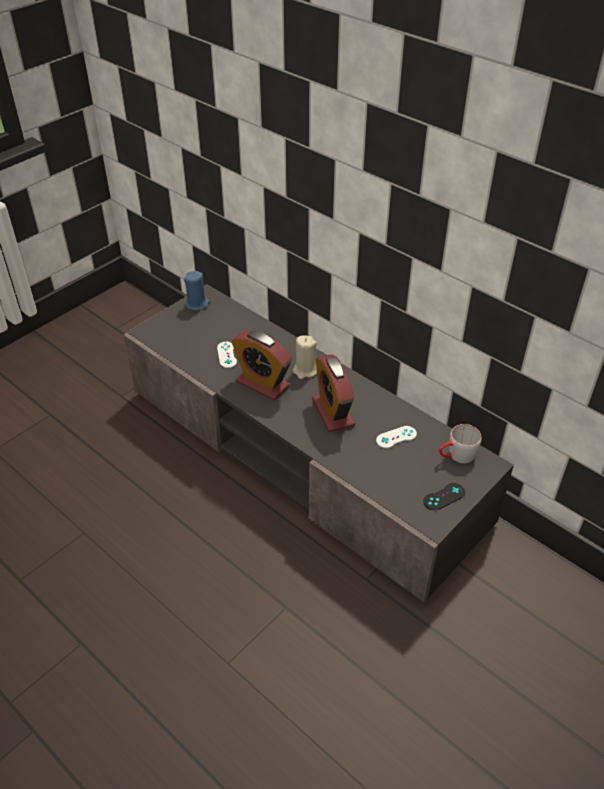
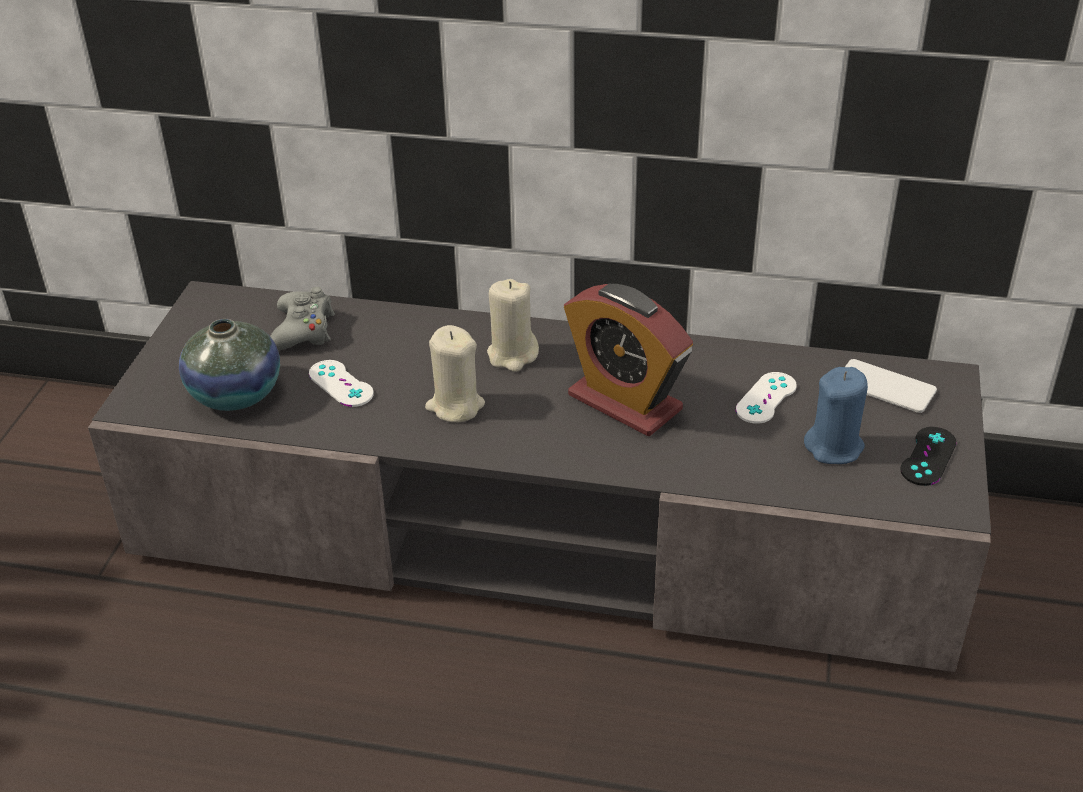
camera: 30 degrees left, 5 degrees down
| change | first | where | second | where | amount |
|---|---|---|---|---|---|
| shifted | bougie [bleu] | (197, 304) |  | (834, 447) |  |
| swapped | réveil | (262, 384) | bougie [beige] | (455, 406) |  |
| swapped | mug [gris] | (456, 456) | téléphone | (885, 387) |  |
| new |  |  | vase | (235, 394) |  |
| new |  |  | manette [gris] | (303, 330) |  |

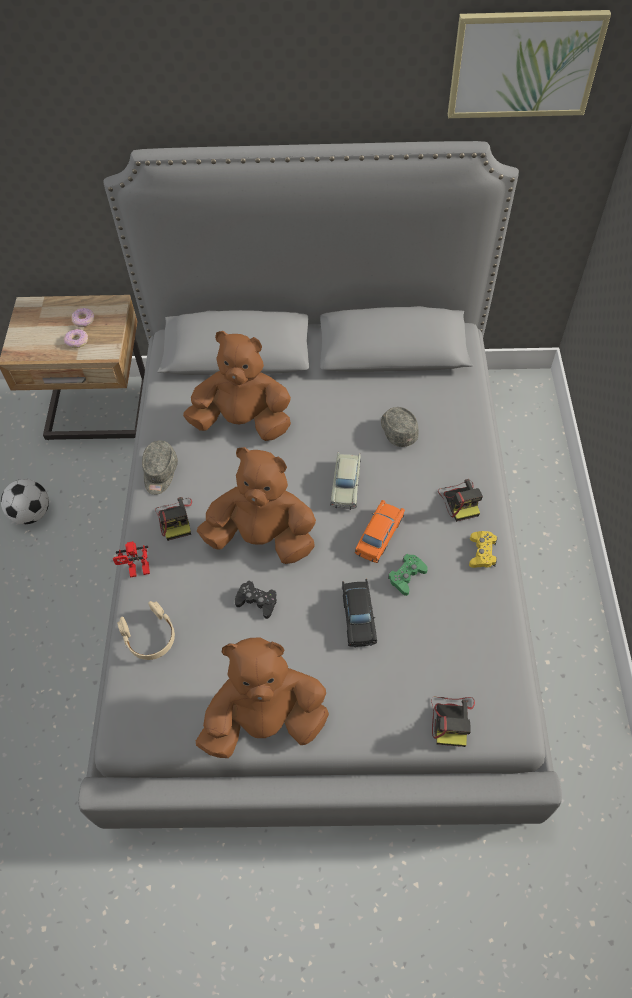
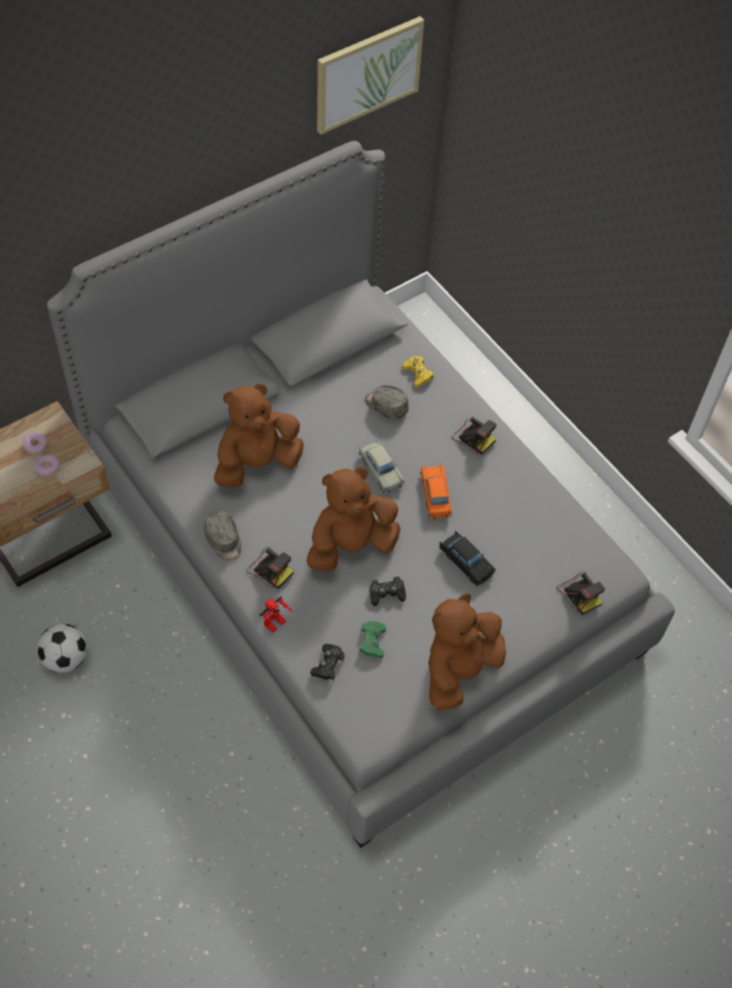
camera: 40 degrees left, 0 degrees up
| change | first | where | second | where | amount |
|---|---|---|---|---|---|
| swapped | casque audio [beige] | (150, 636) | manette [noir] | (327, 664) |  |
| shifted | manette [vert] | (406, 576) |  | (372, 642) |  |
| shifted | manette [jaune] | (482, 552) |  | (417, 374) |  |

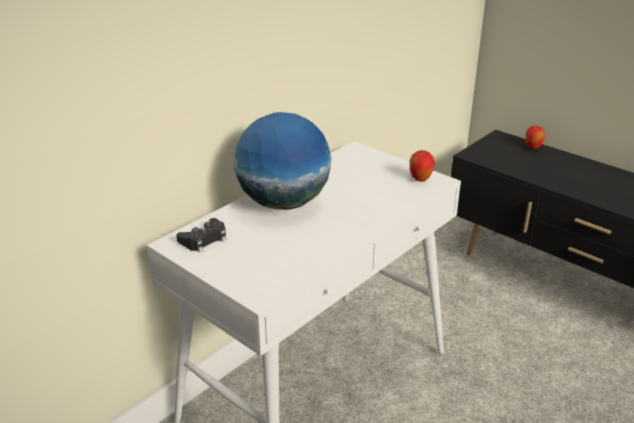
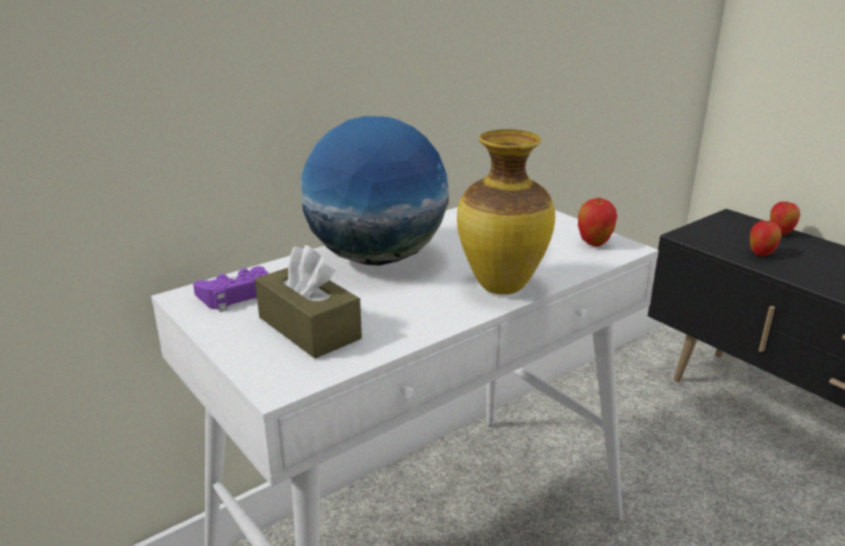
camera: 10 degrees right, 5 degrees down
| change | first | where | second | where | amount |
|---|---|---|---|---|---|
| repainted | manette [noir] | (204, 240) | manette [violet] | (237, 296) |  |
| new |  |  | boîte à mouchoirs [marron] | (309, 328) |  |
| new |  |  | vase | (500, 286) |  |
| new |  |  | pomme | (761, 254) |  |

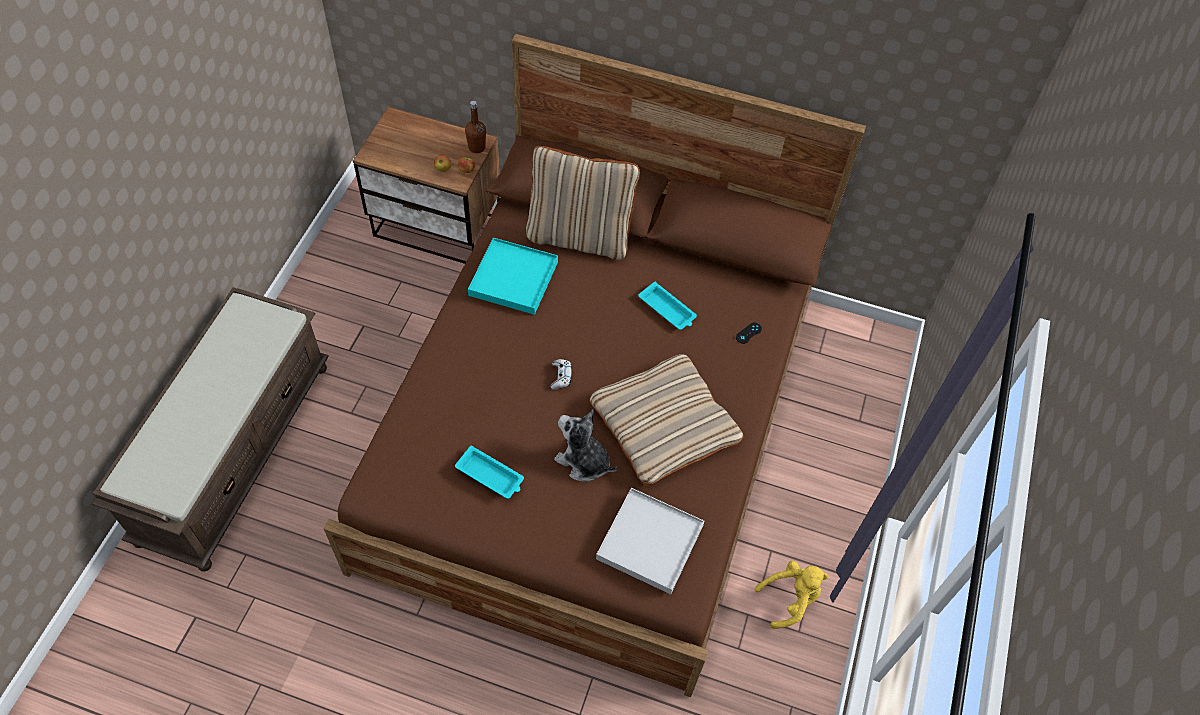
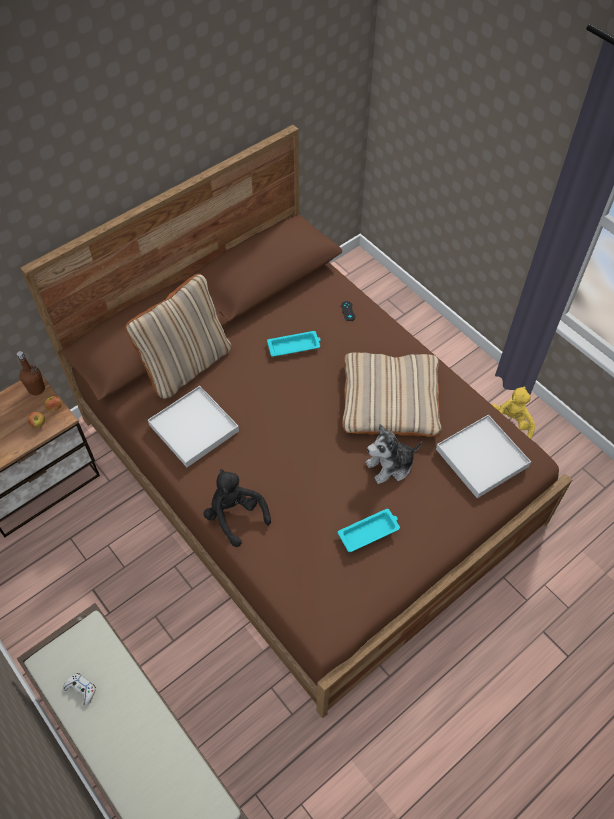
camera: 55 degrees left, 0 degrees up
| change | first | where | second | where | amount |
|---|---|---|---|---|---|
| repainted | plateau [turquoise] | (514, 278) | plateau [blanc] | (194, 428) |  |
| shifted | manette [blanc] | (561, 376) |  | (81, 689) |  |
| new |  |  | peluche [noir] | (235, 515) |  |

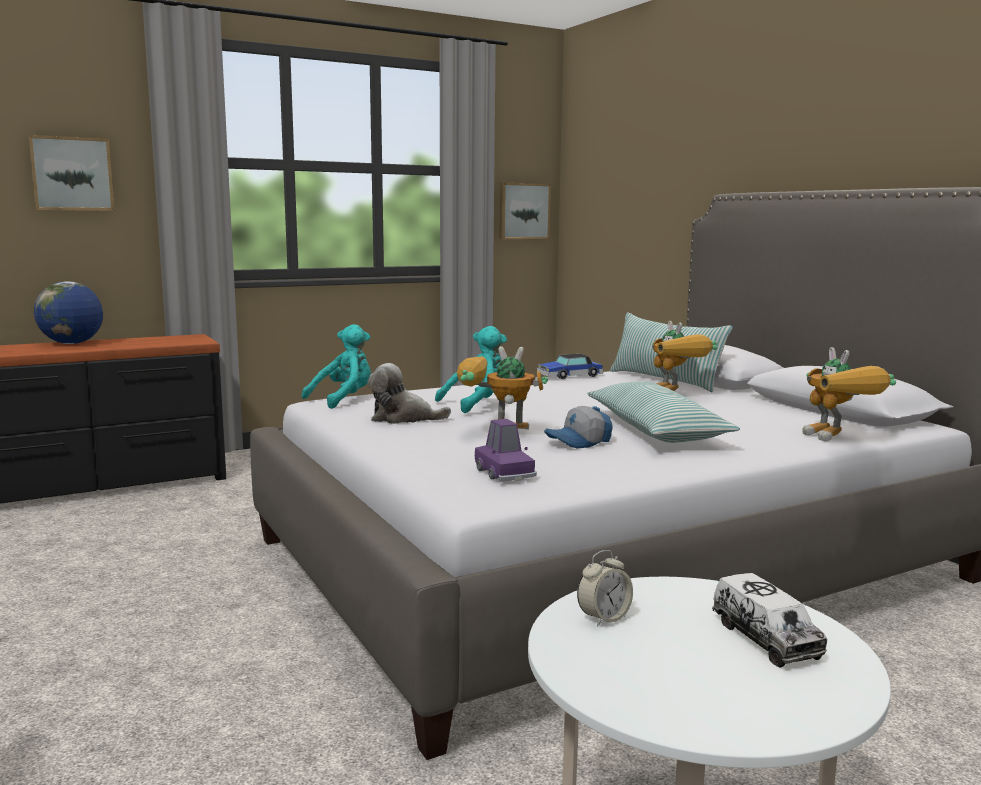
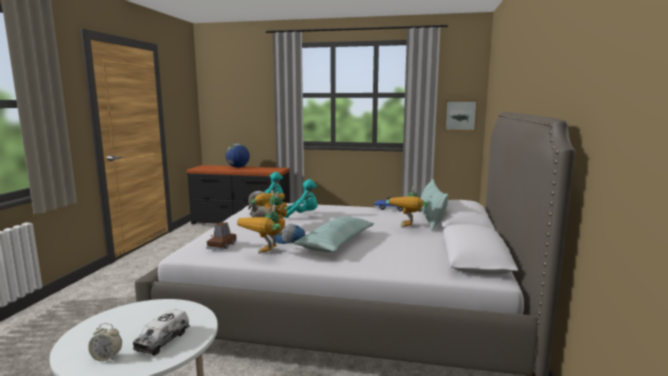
camera: 40 degrees right, 0 degrees up
| change | first | where | second | where | amount |
|---|---|---|---|---|---|
| gone | tableau | (72, 174) |  |  |  |
| repainted | petite voiture [violet] | (504, 473) | petite voiture [marron] | (222, 246) |  |
| shifted | réveil | (604, 618) |  | (107, 357) |  |
| shifted | robot jouet | (838, 439) |  | (267, 254) |  |

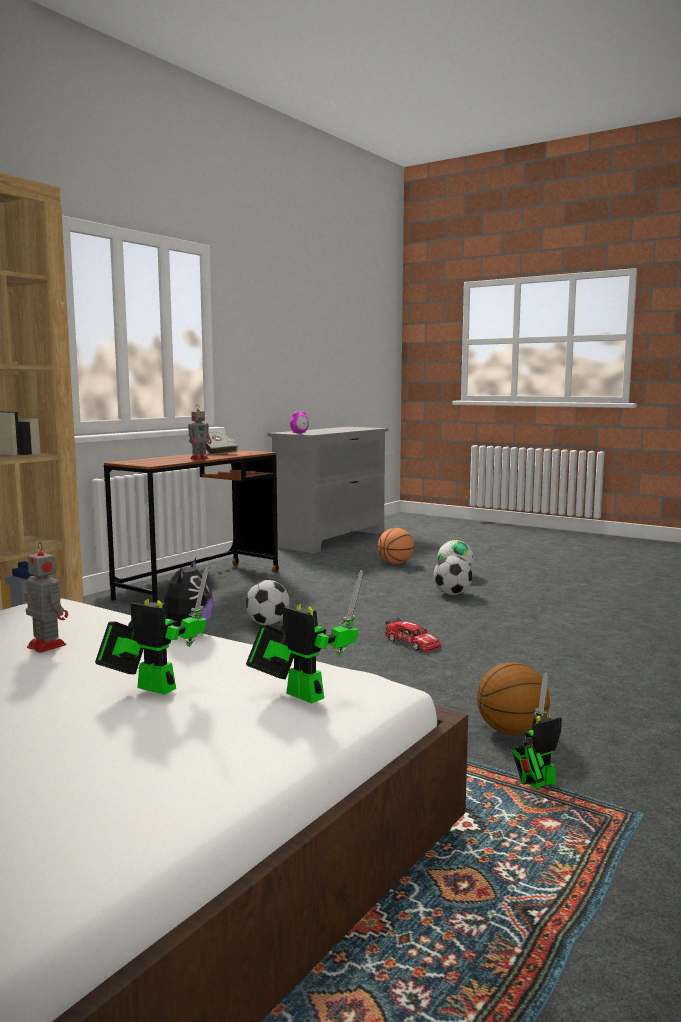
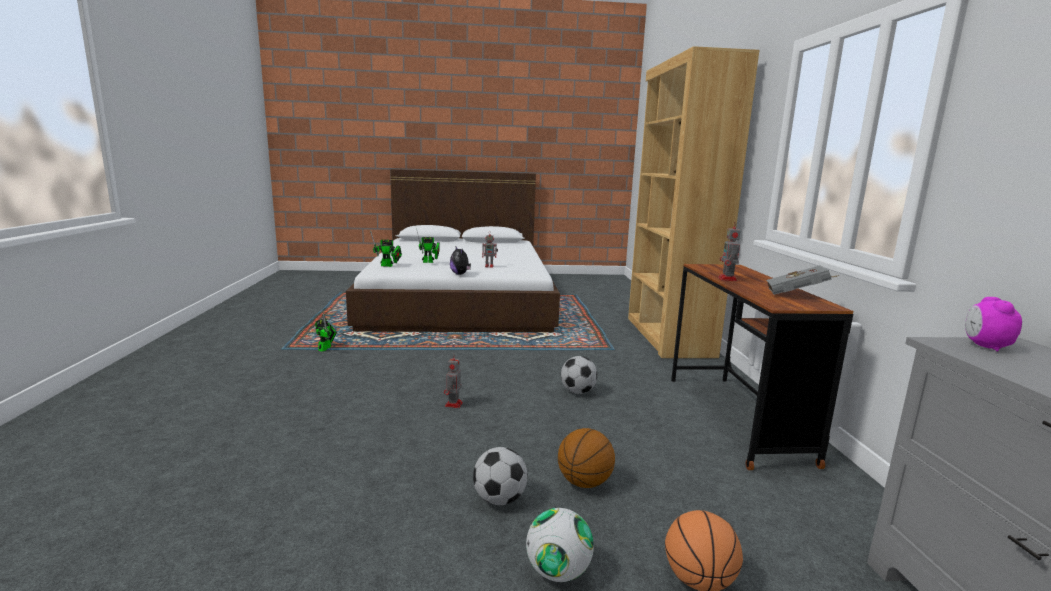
camera: 140 degrees right, 5 degrees up
| change | first | where | second | where | amount |
|---|---|---|---|---|---|
| swapped | petite voiture | (412, 643) | robot jouet | (453, 405) |  |
| shifted | ballon de basket | (512, 732) |  | (584, 482) |  |

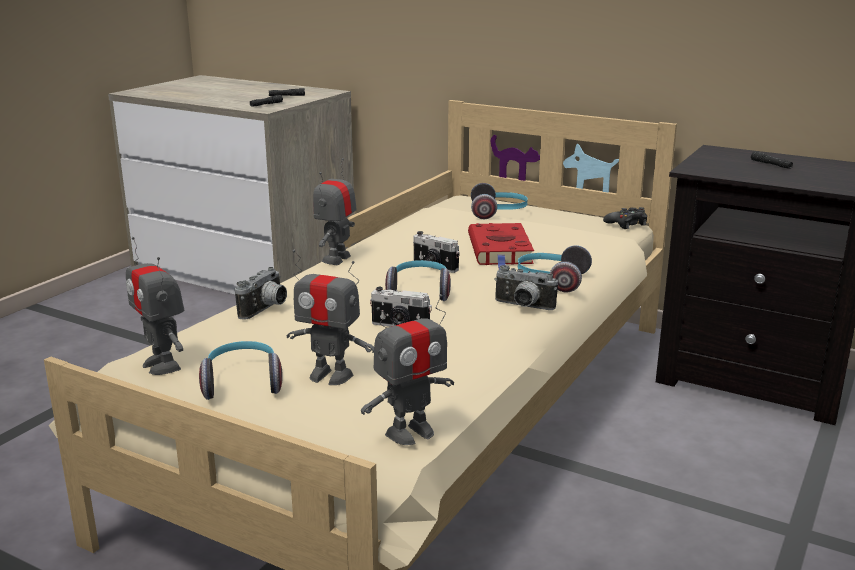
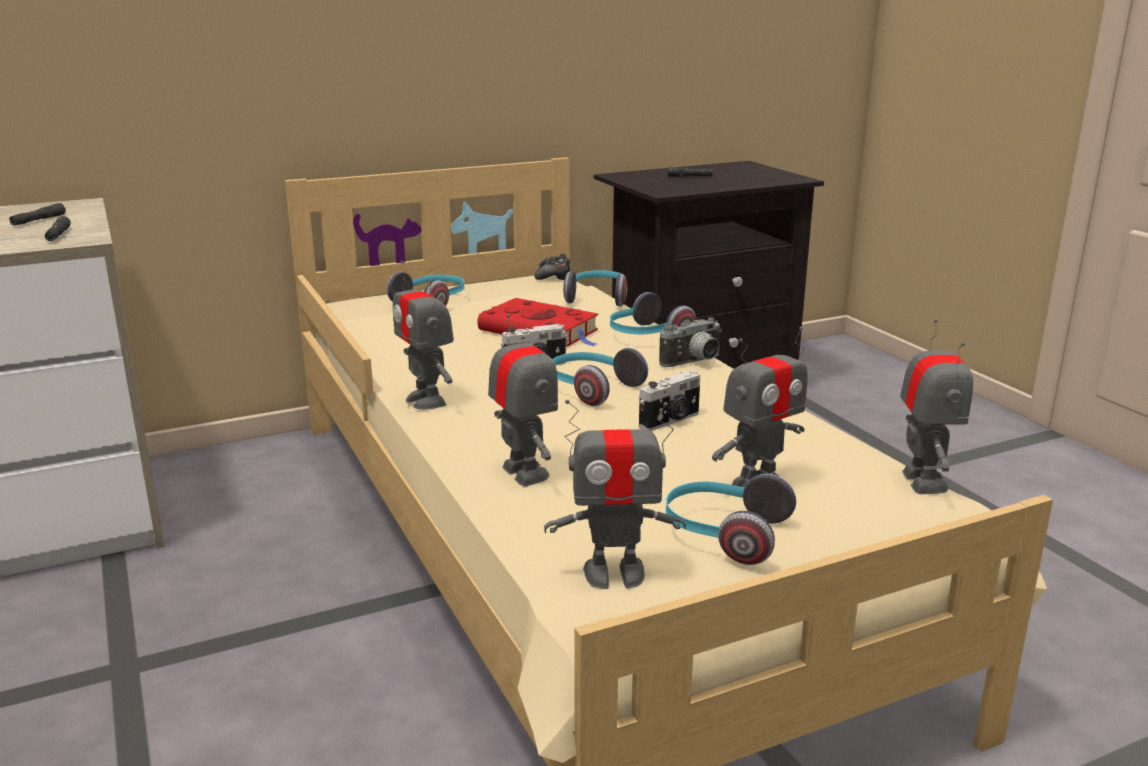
camera: 55 degrees left, 0 degrees up
| change | first | where | second | where | amount |
|---|---|---|---|---|---|
| swapped | appareil photo | (266, 310) | robot jouet | (524, 473) |  |
| new |  |  | casque audio | (598, 298) |  |

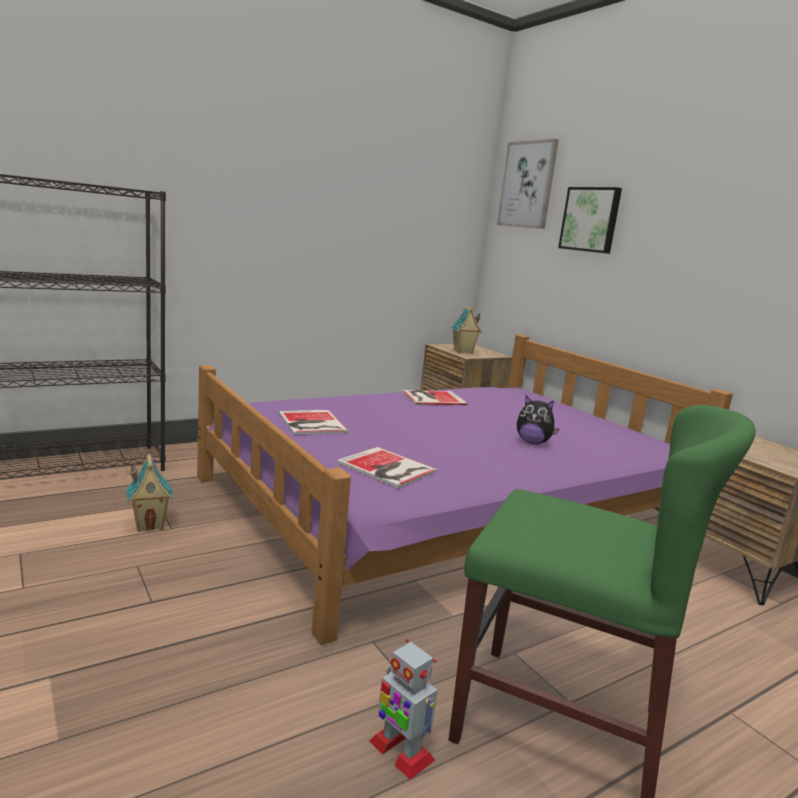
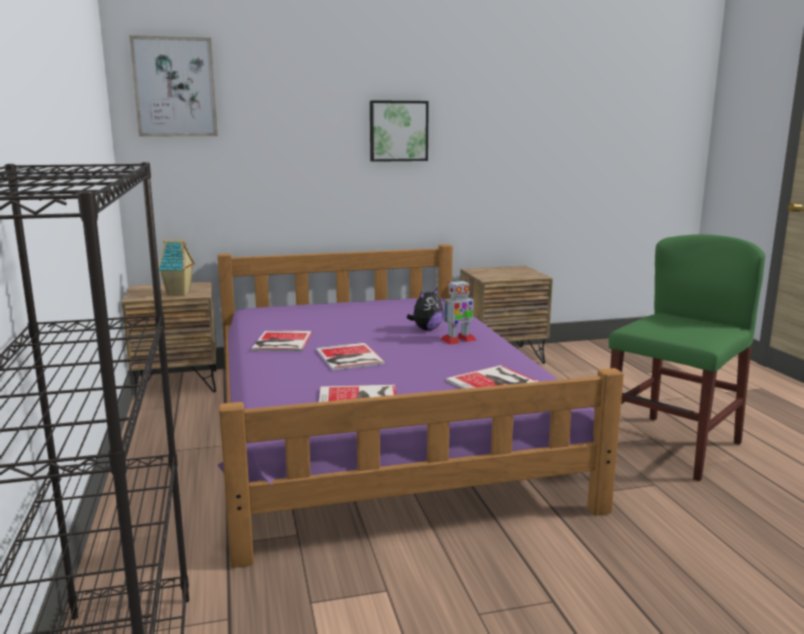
camera: 70 degrees left, 0 degrees up
| change | first | where | second | where | amount |
|---|---|---|---|---|---|
| gone | maison miniature | (150, 525) |  |  |  |
| shifted | robot jouet | (400, 750) |  | (458, 340) |  |
| shifted | tableau | (591, 220) |  | (398, 131) |  |
| new |  |  | livre | (348, 357) |  |

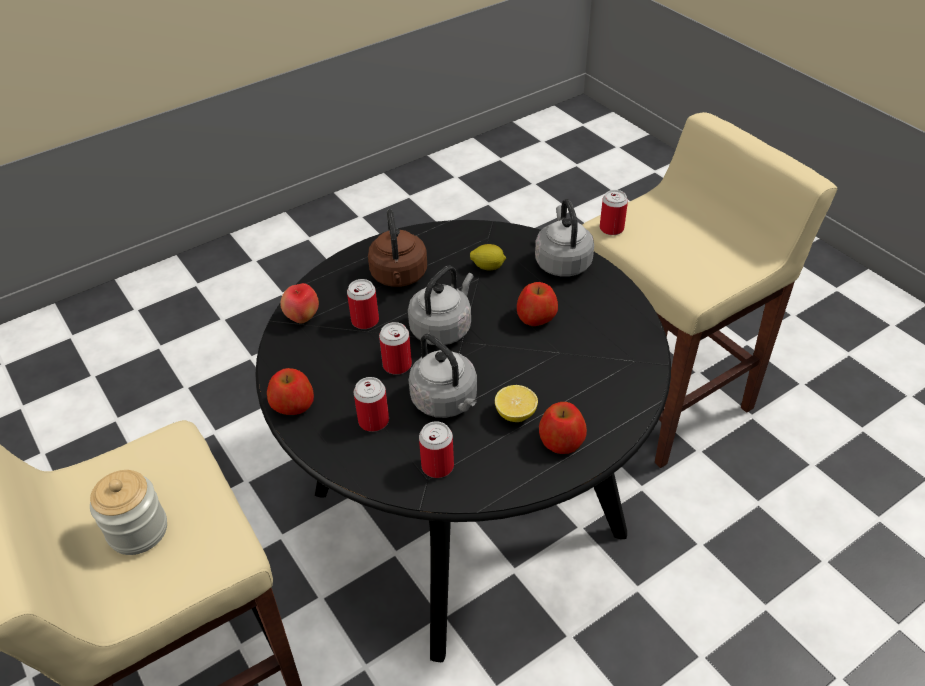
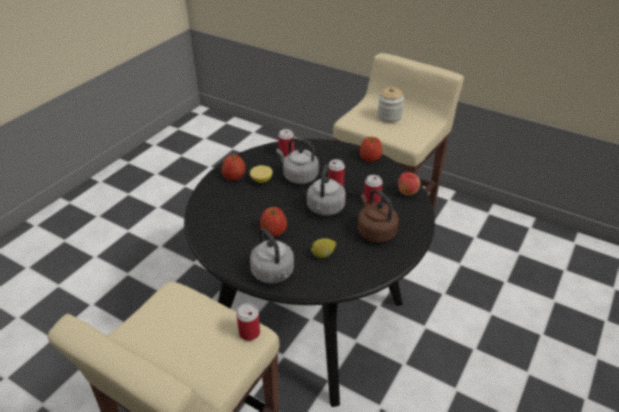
camera: 155 degrees right, 5 degrees down
| change | first | where | second | where | amount |
|---|---|---|---|---|---|
| gone | boîte métallique | (373, 421) |  |  |  |

